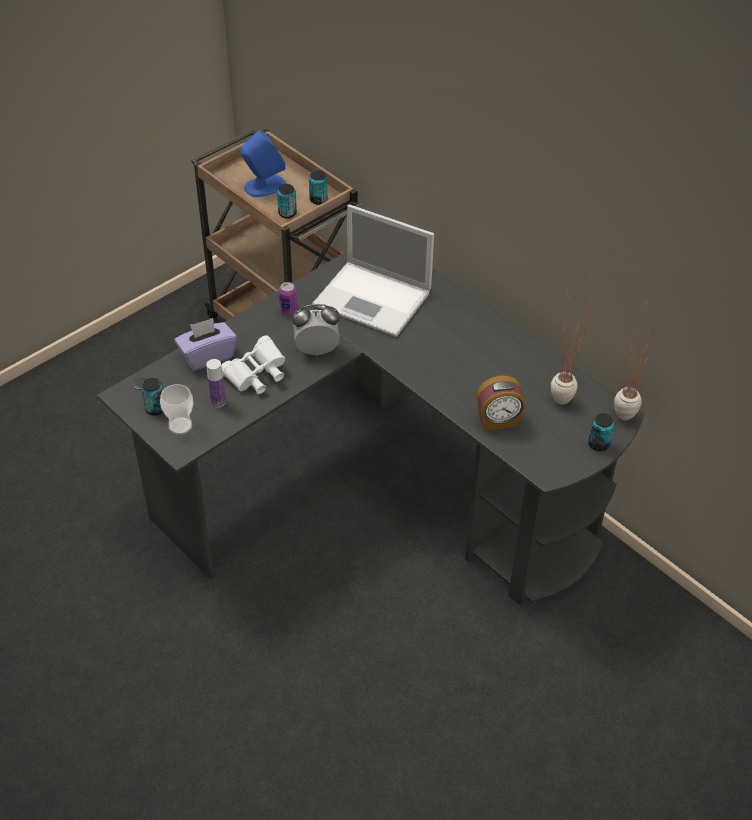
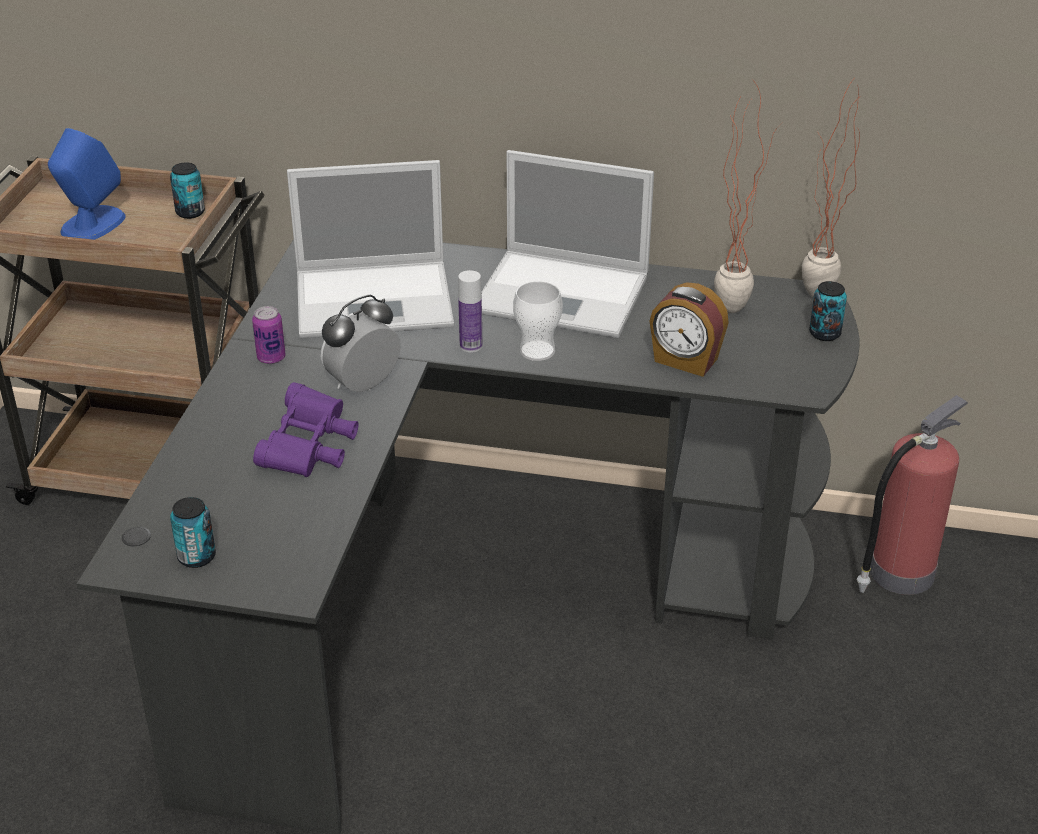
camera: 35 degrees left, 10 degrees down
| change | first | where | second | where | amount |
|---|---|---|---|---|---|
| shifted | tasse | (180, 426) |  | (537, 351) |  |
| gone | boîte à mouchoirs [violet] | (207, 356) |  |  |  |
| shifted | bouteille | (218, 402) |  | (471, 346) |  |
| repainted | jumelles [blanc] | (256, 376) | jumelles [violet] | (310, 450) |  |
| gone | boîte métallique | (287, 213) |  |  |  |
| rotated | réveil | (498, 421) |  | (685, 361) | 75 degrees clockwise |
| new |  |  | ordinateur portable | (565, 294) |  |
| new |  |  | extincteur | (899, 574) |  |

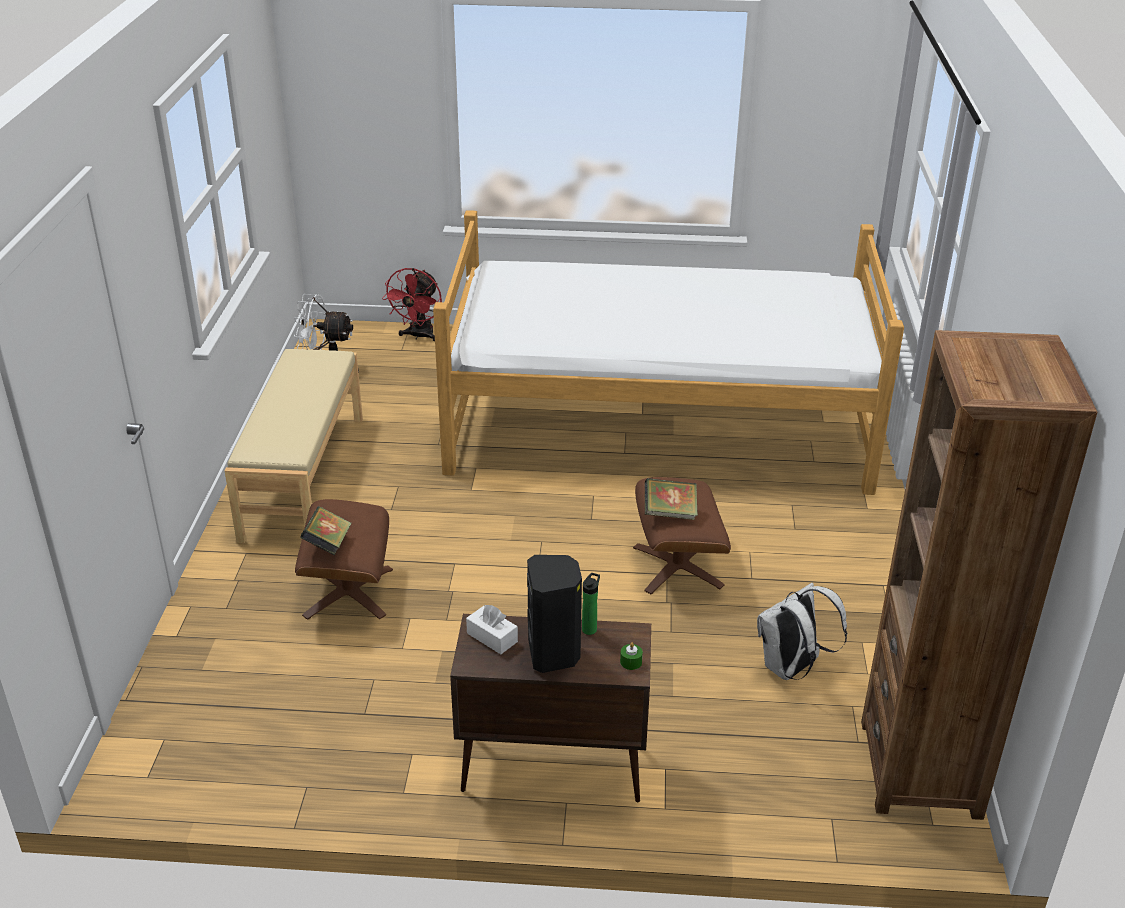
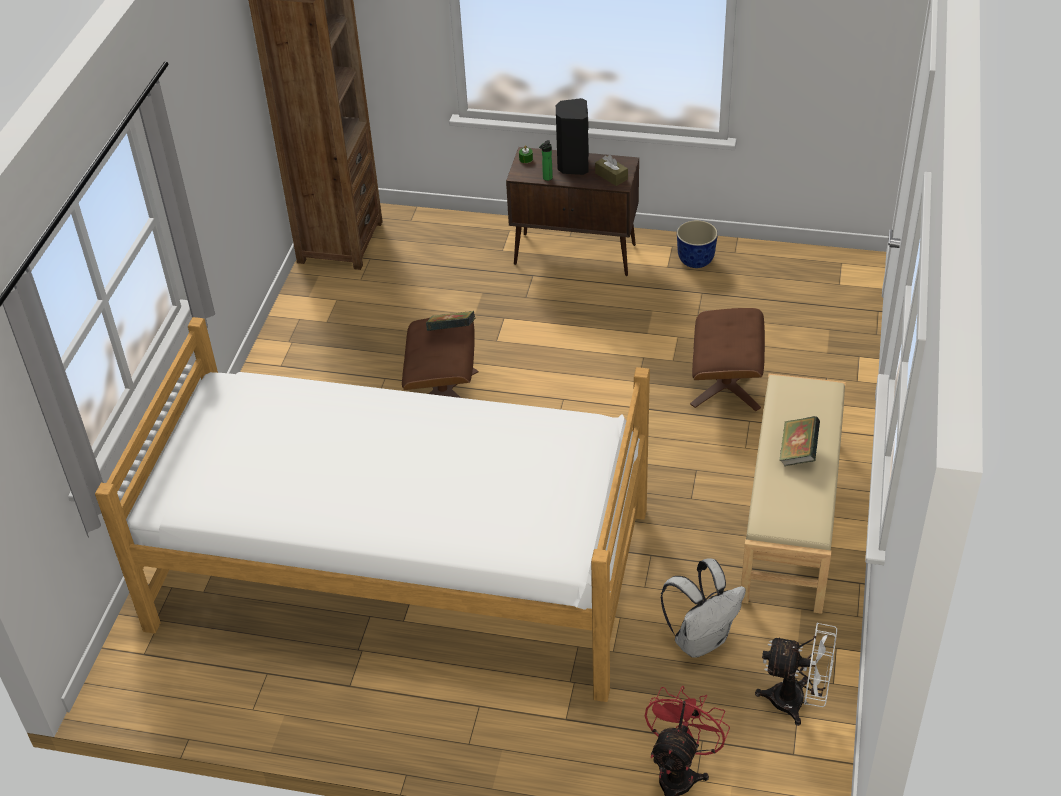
camera: 170 degrees left, 10 degrees up
| change | first | where | second | where | amount |
|---|---|---|---|---|---|
| shifted | livre | (328, 544) |  | (798, 452) |  |
| repainted | boîte à mouchoirs [blanc] | (492, 637) | boîte à mouchoirs [marron] | (611, 176) |  |
| shifted | sac à dos [blanc] | (791, 669) |  | (701, 639) |  |
| new |  |  | cache-pot | (696, 260) |  |

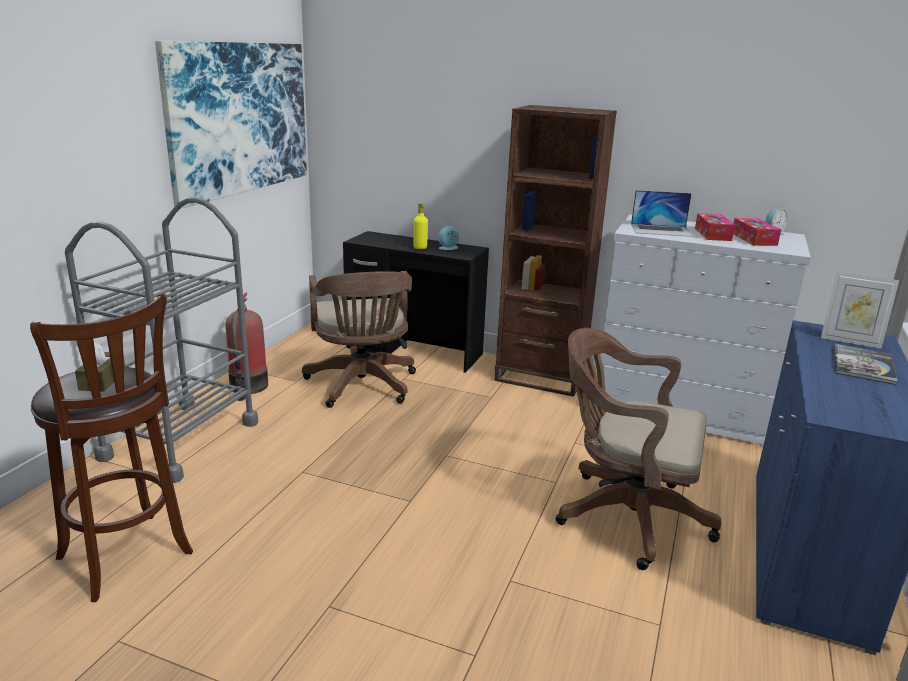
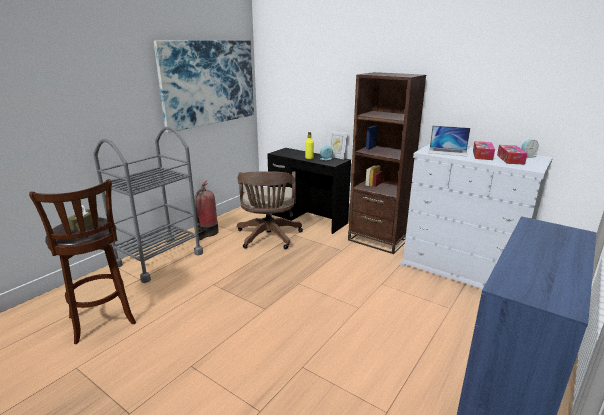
camera: 15 degrees right, 0 degrees up
| change | first | where | second | where | amount |
|---|---|---|---|---|---|
| gone | chaise de bureau [marron] | (624, 515) |  |  |  |
| shifted | cadre photo | (850, 341) |  | (336, 157) |  |
| gone | livre | (863, 365) |  |  |  |

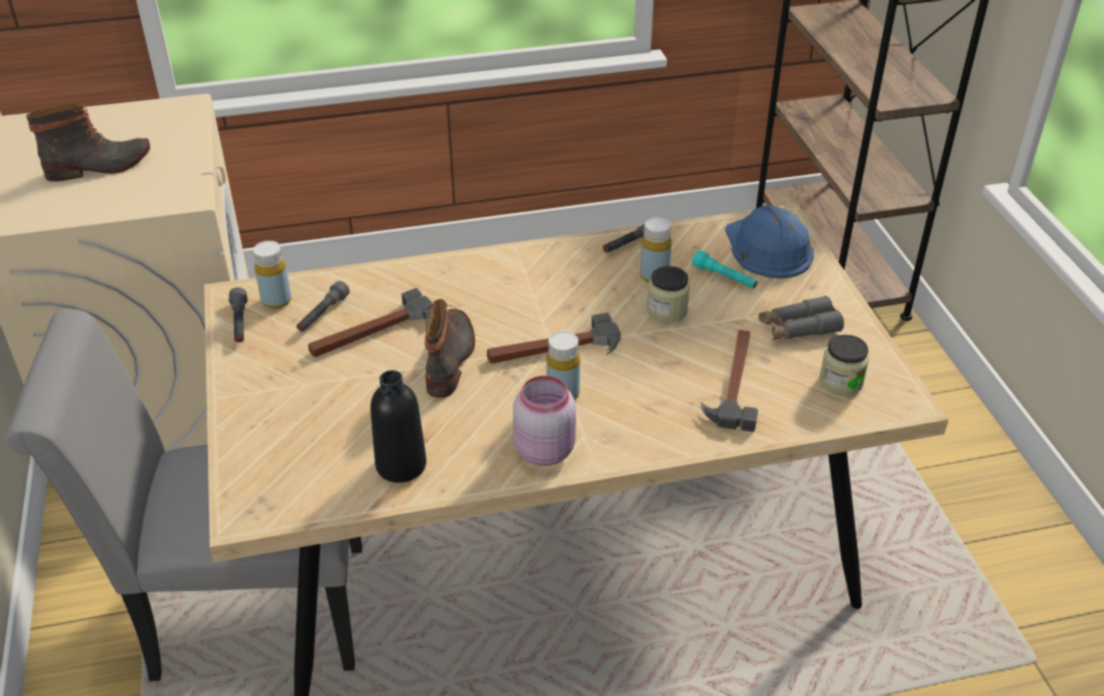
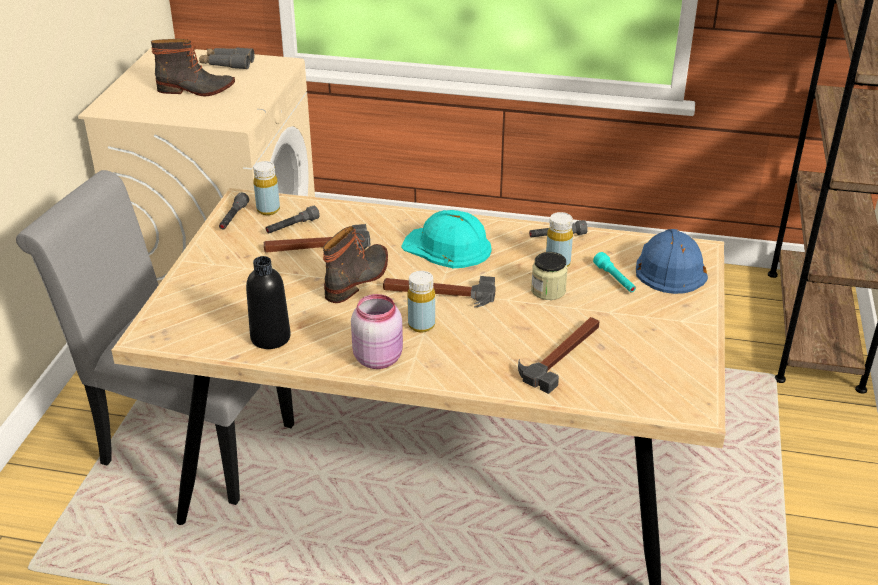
camera: 25 degrees right, 5 degrees down
| change | first | where | second | where | amount |
|---|---|---|---|---|---|
| shifted | jumelles [gris] | (798, 328) |  | (227, 64) |  |
| gone | bocal | (841, 382) |  |  |  |
| new |  |  | casque de chantier [turquoise] | (448, 247) |  |

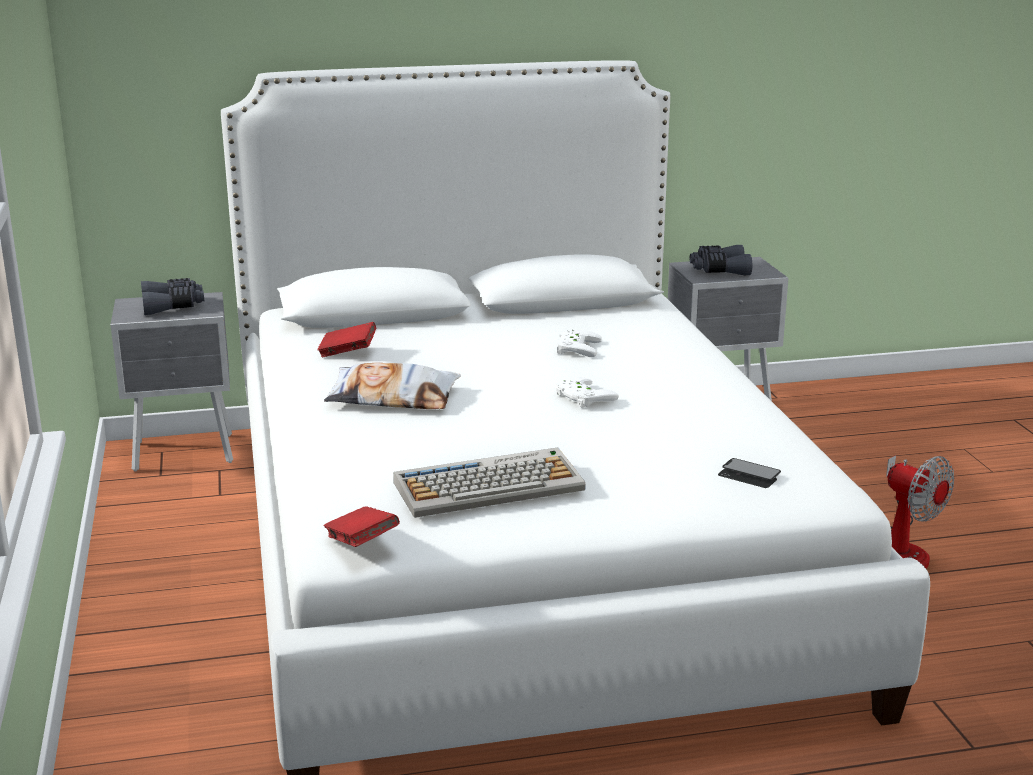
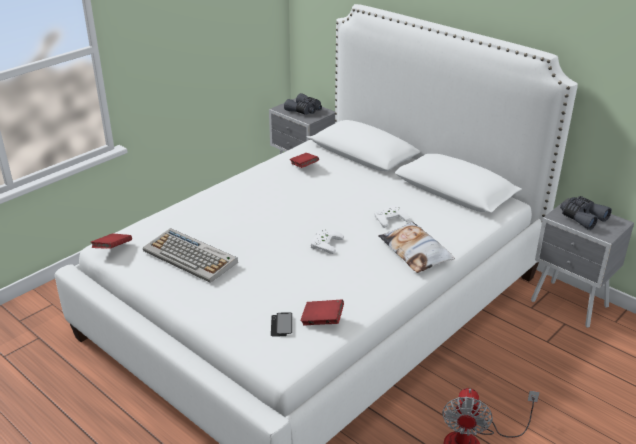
camera: 55 degrees right, 10 degrees up
| change | first | where | second | where | amount |
|---|---|---|---|---|---|
| shifted | coussin | (393, 398) |  | (415, 252) |  |
| new |  |  | livre [rouge] | (322, 320) |  |

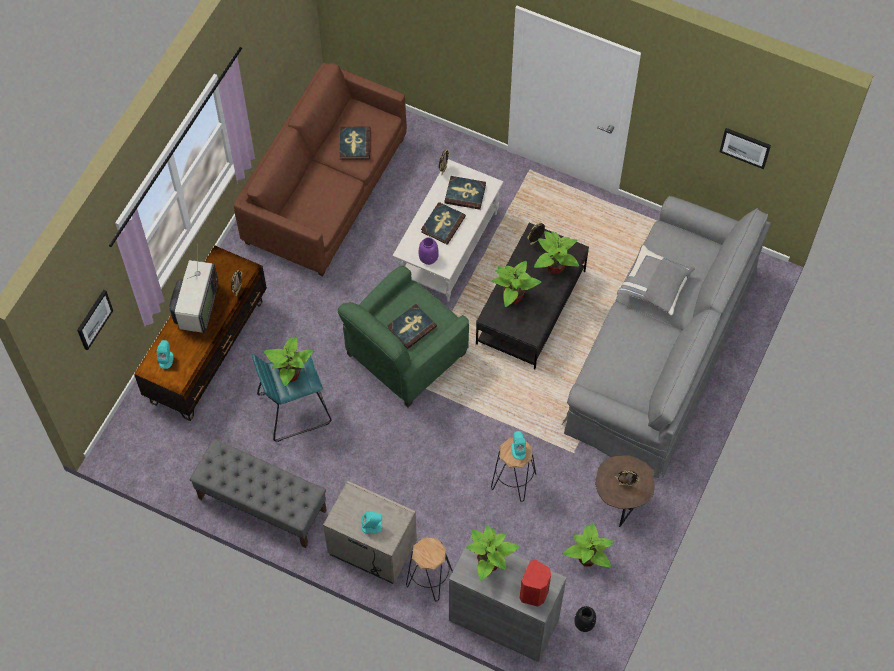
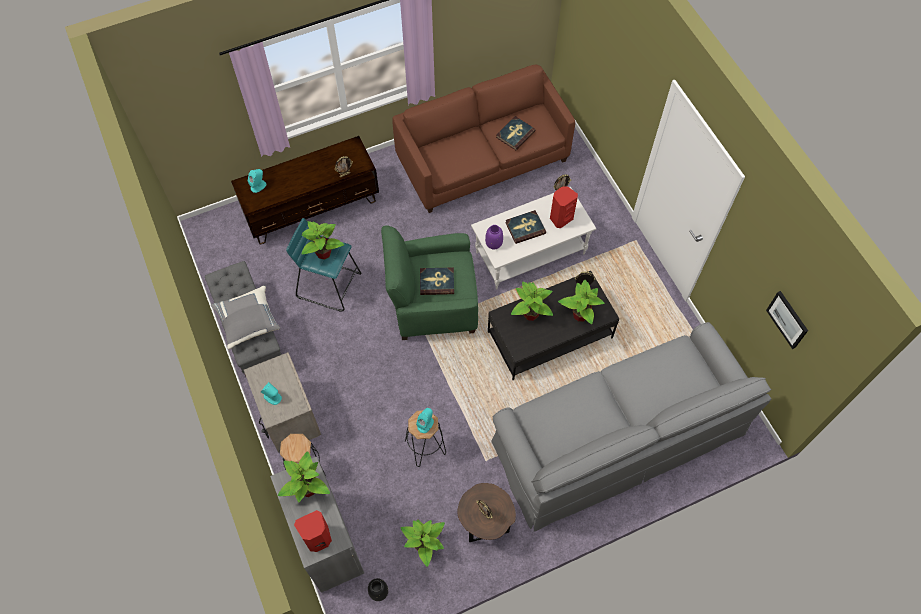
camera: 40 degrees right, 0 degrees up
| change | first | where | second | where | amount |
|---|---|---|---|---|---|
| gone | tableau | (94, 319) |  |  |  |
| gone | téléviseur | (196, 307) |  |  |  |
| swapped | livre | (465, 194) | enceinte [rouge] | (560, 218) |  |
| shifted | coussin [gris] | (655, 287) |  | (248, 322) |  |

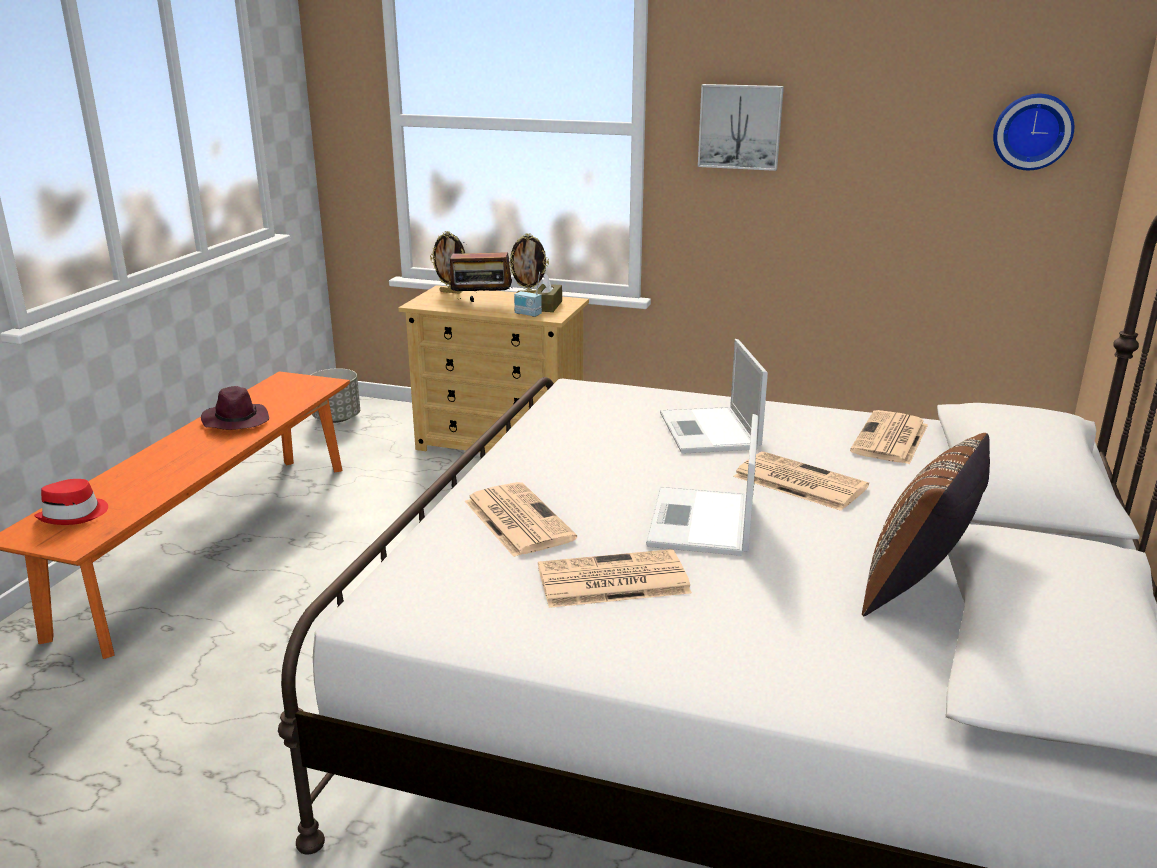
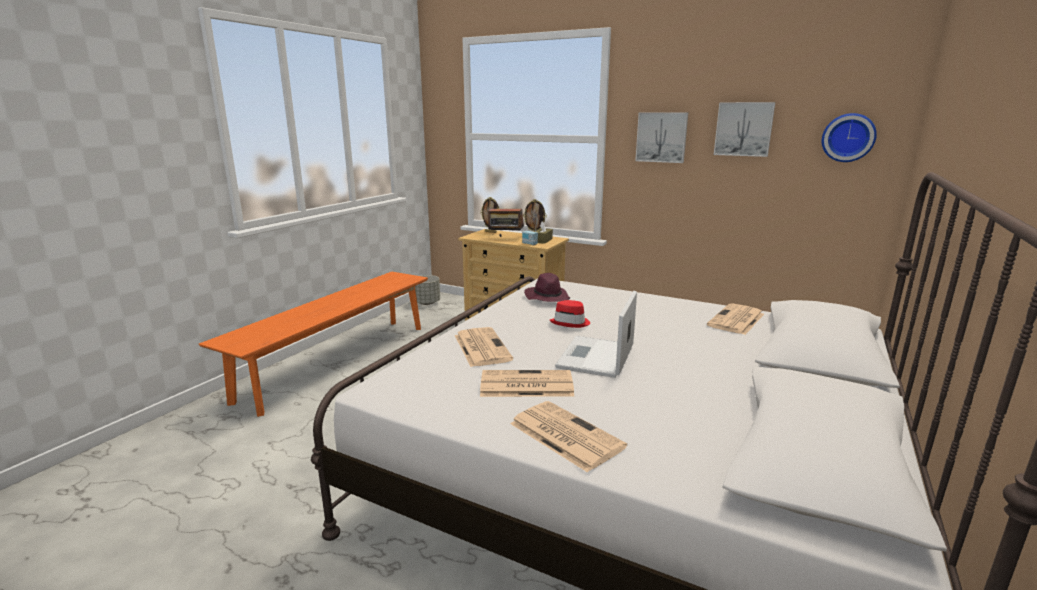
camera: 10 degrees right, 5 degrees down
| change | first | where | second | where | amount |
|---|---|---|---|---|---|
| shifted | chapeau [rouge] | (74, 514) |  | (570, 323) |  |
| shifted | chapeau [violet] | (235, 421) |  | (547, 297) |  |
| gone | ordinateur portable | (710, 432) |  |  |  |
| shifted | journal | (797, 482) |  | (564, 435) |  |
| gone | coussin [marron] | (918, 589) |  |  |  |
| new |  |  | tableau | (743, 129) |  |

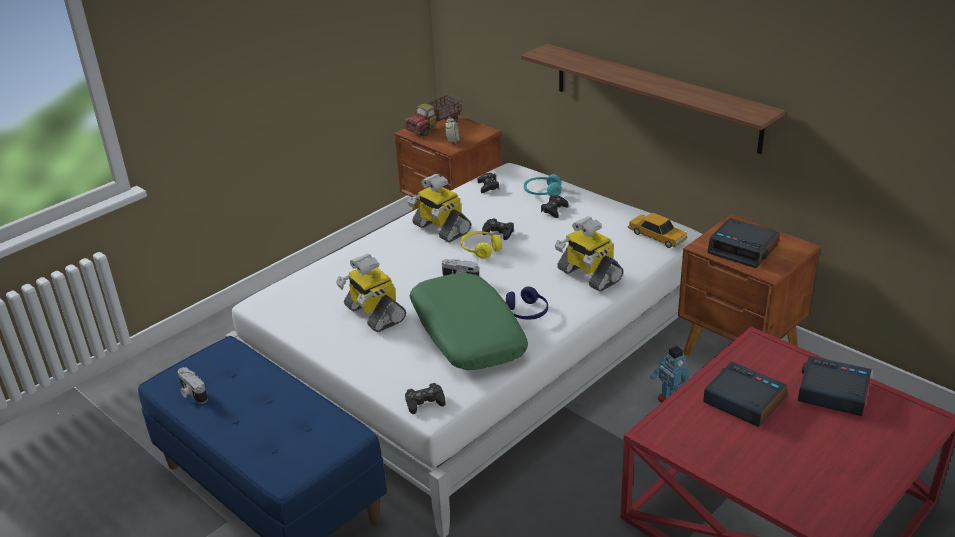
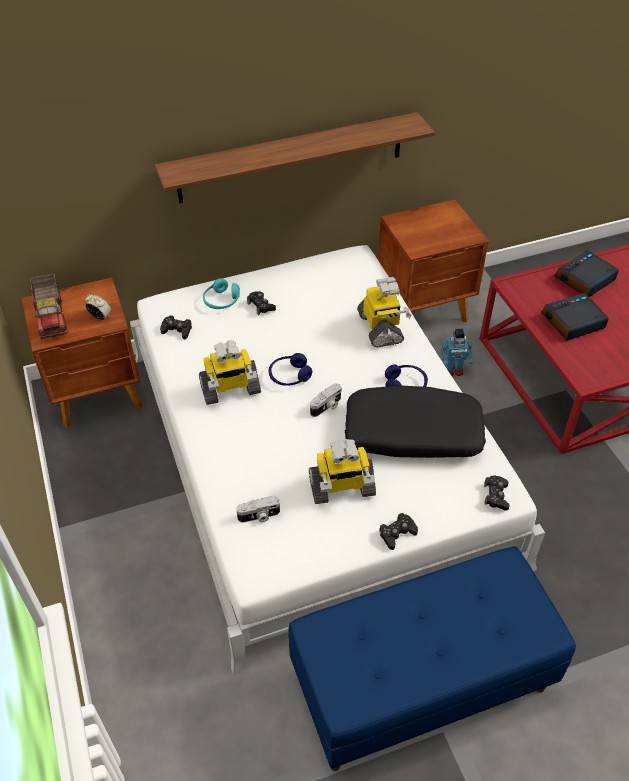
camera: 65 degrees left, 15 degrees up
| change | first | where | second | where | amount |
|---|---|---|---|---|---|
| shifted | appareil photo | (192, 393) |  | (259, 516) |  |
| repainted | coussin [vert] | (466, 333) | coussin [noir] | (412, 434) |  |
| repainted | casque audio [jaune] | (480, 249) | casque audio [bleu] | (289, 376) |  |
| shifted | manette [noir] | (498, 232) |  | (397, 533) |  |
| rotated | robot jouet | (588, 275) |  | (381, 328) | 90 degrees counterclockwise |
| gone | petite voiture | (657, 236) |  |  |  |
| gone | réveil | (743, 249) |  |  |  |

